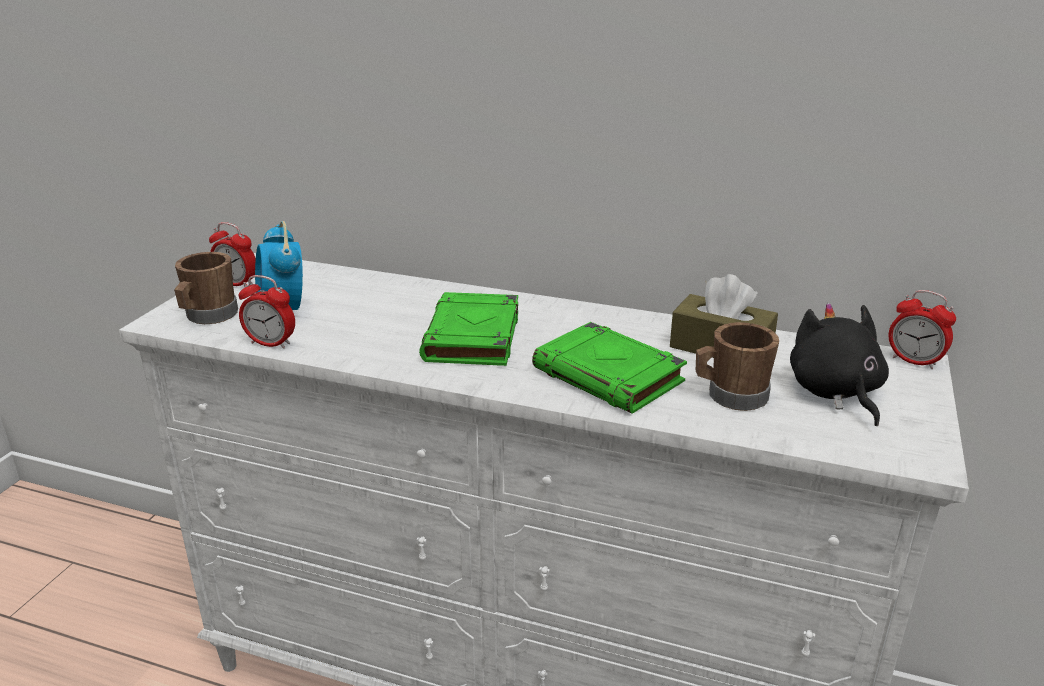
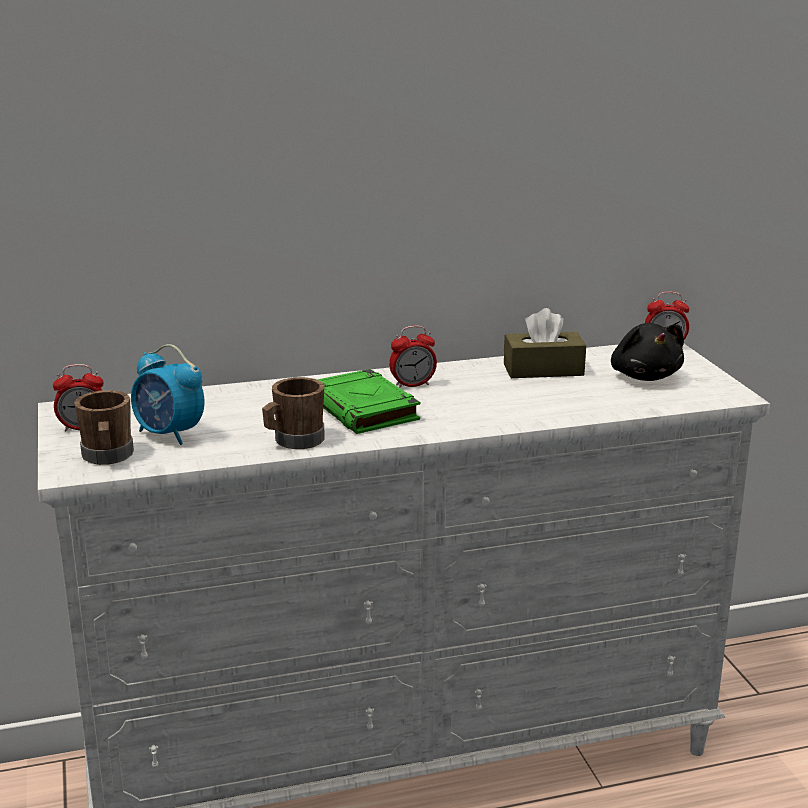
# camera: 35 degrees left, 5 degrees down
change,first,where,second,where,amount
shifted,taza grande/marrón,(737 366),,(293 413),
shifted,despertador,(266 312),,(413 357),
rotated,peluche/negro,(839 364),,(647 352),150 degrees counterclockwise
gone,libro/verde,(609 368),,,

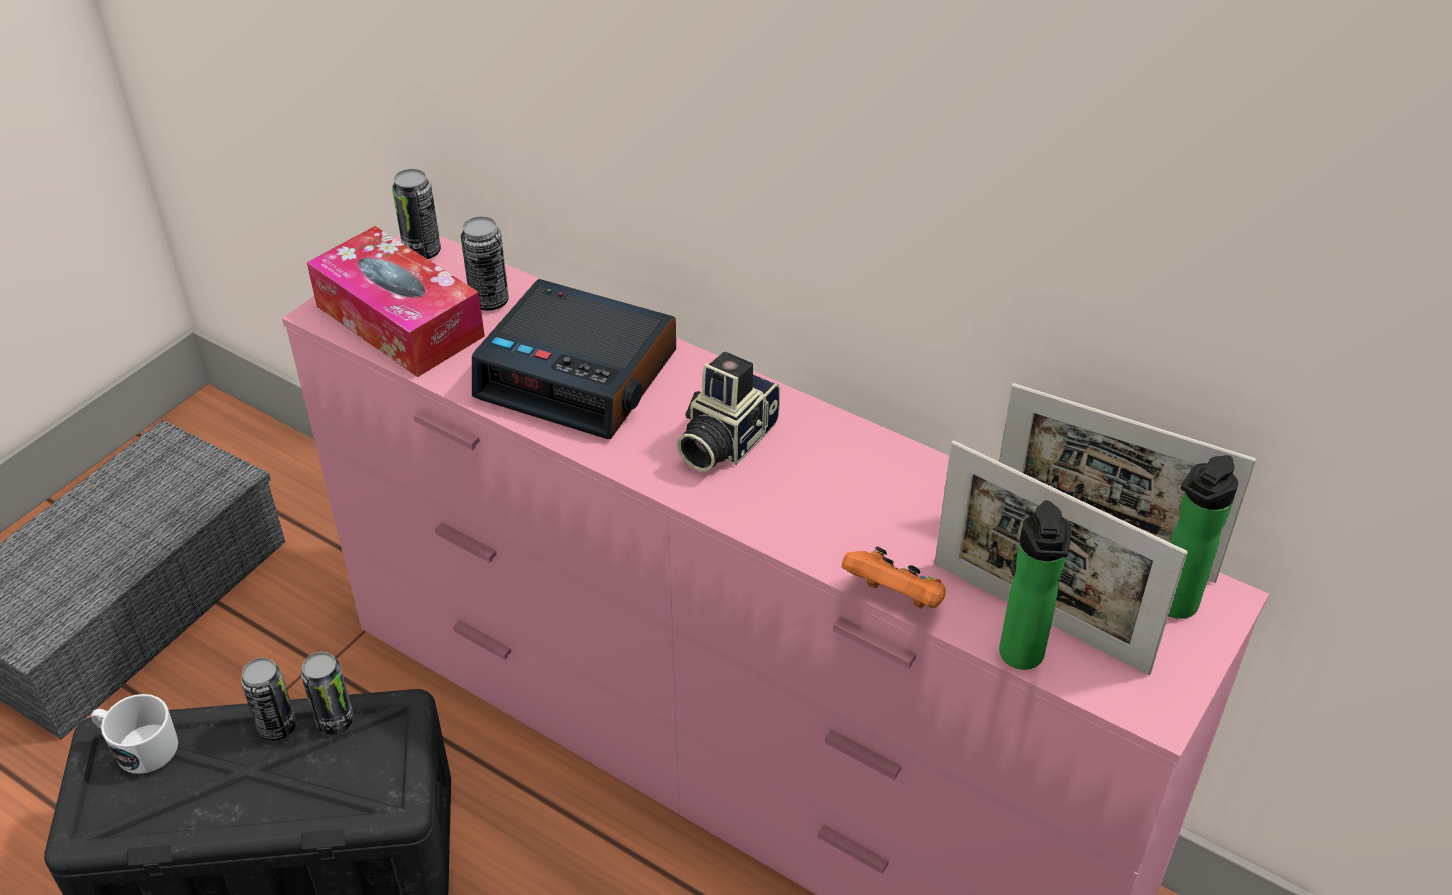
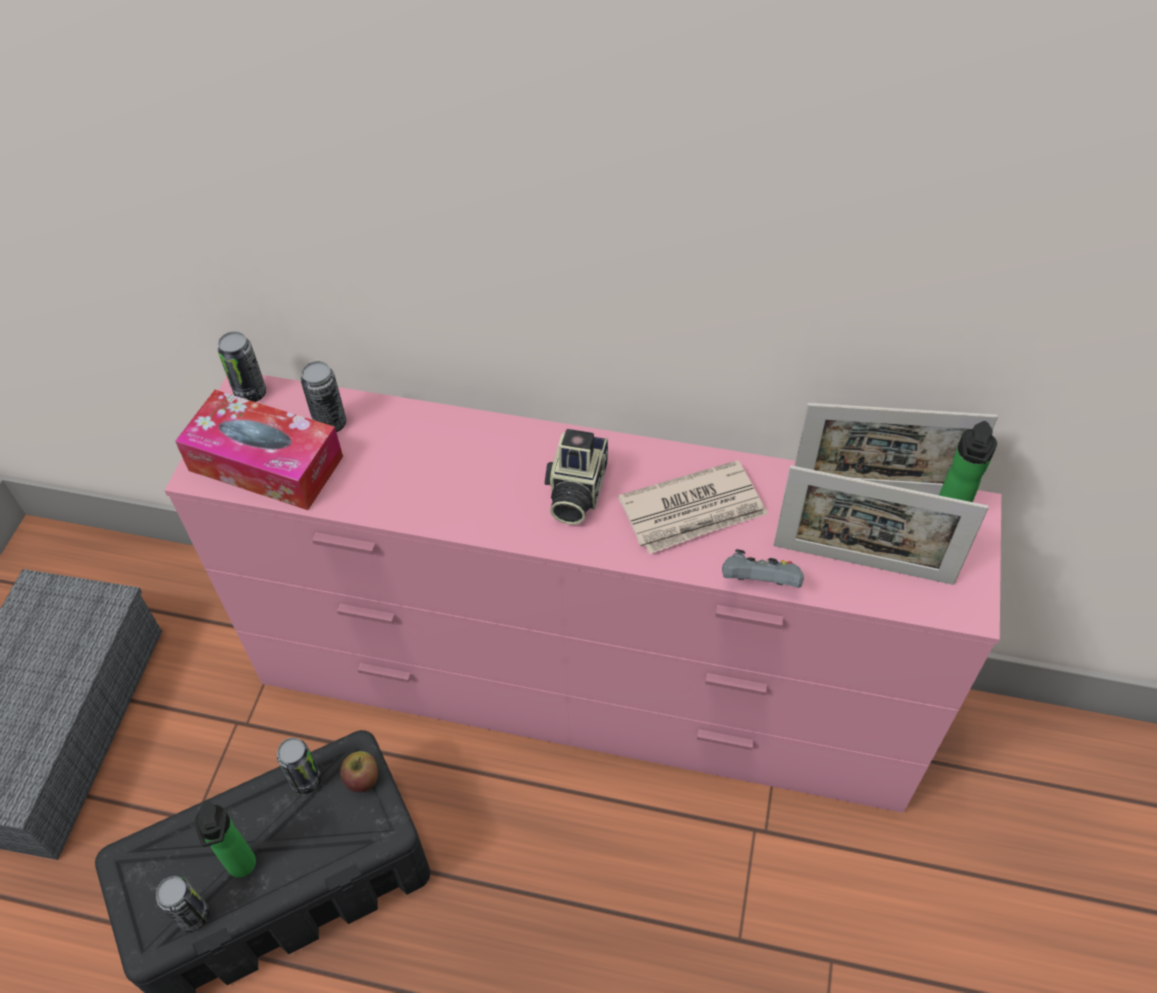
# camera: 20 degrees left, 10 degrees up
change,first,where,second,where,amount
shifted,lata,(268 699),,(182 904),
shifted,botella,(1035 585),,(225 839),
new,,,manzana,(359 772),
new,,,periódico,(693 507),
repainted,mando de consola/naranja,(894 578),mando de consola/gris,(763 568),
gone,taza grande/blanco,(134 734),,,
gone,despertador,(574 359),,,

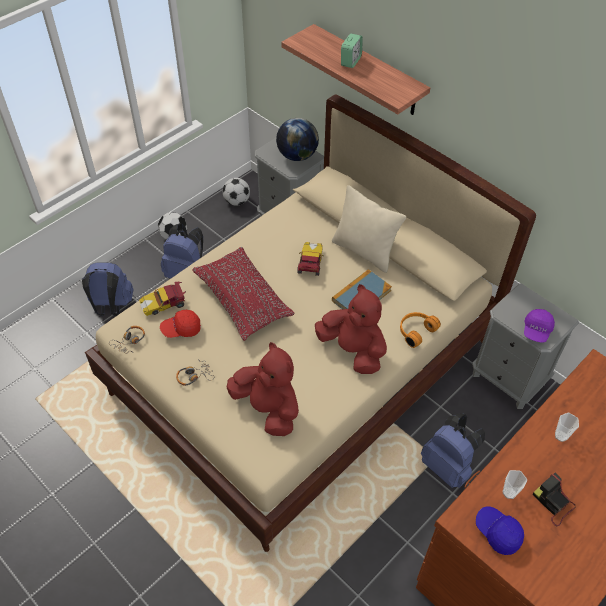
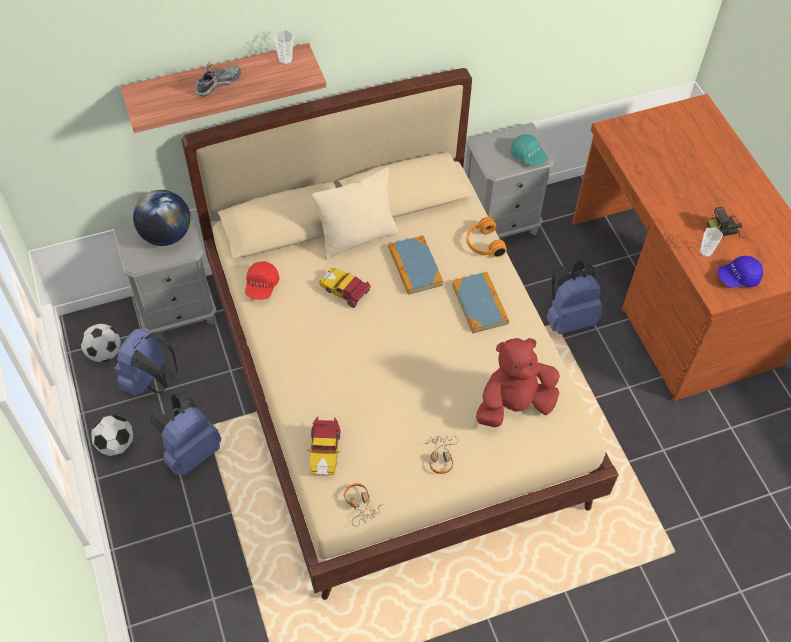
# camera: 65 degrees left, 5 degrees up
change,first,where,second,where,amount
shifted,mochila/azul,(108 289),,(146 362),
swapped,despertador,(352 51),zapato,(218 79),
shifted,gorra/rojo,(180 324),,(262 280),
shifted,taza,(567 427),,(283 47),
swapped,peluche/rojo,(351 329),libro,(480 303),
repainted,gorra/morado,(539 326),gorra/turquesa,(529 150),
gone,cojín/rojo,(243 294),,,

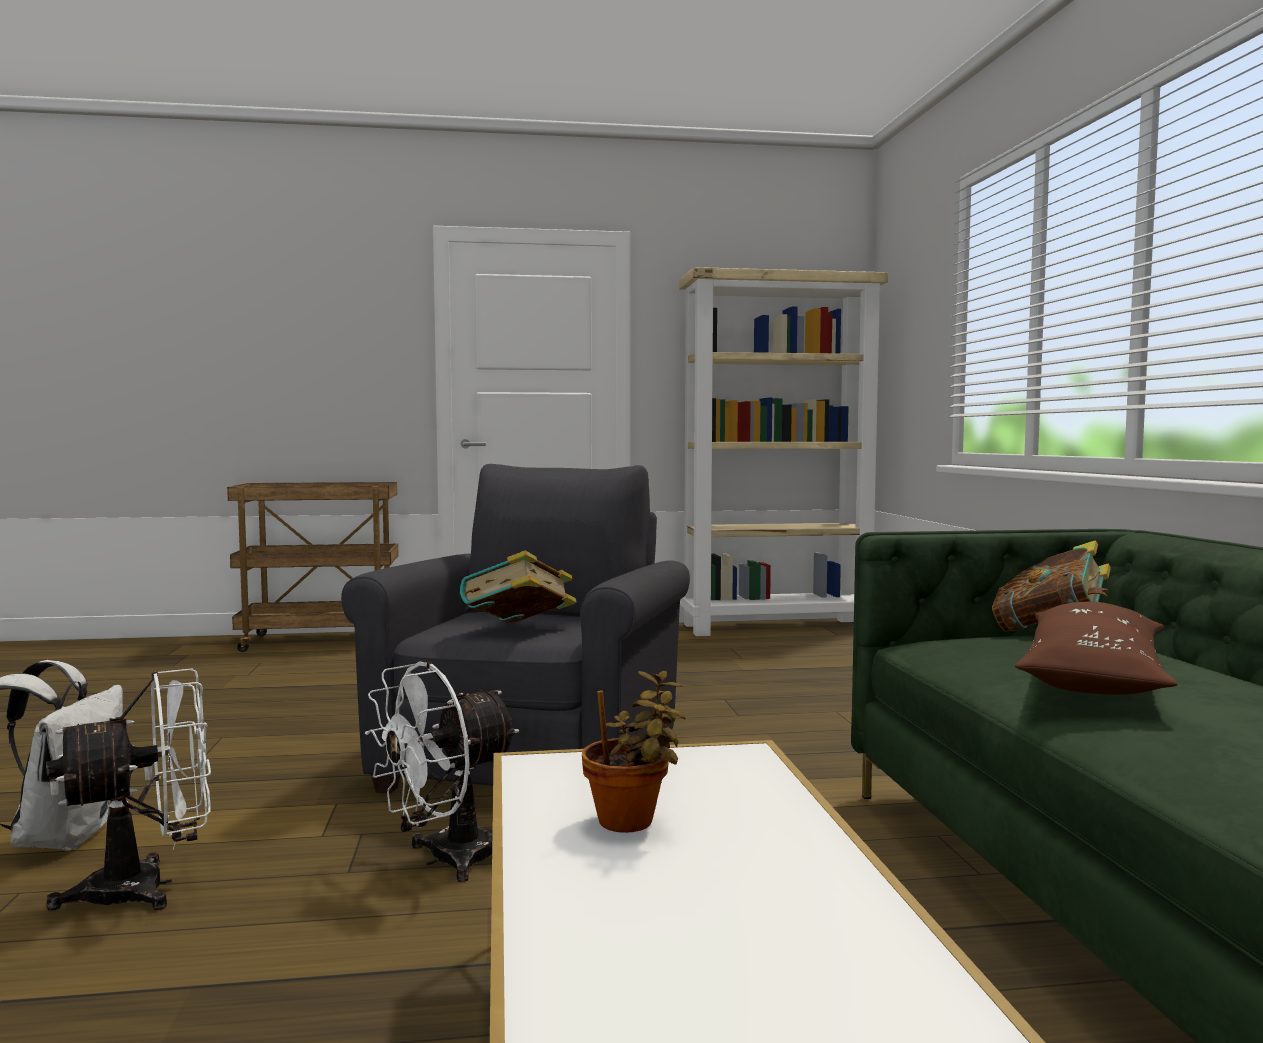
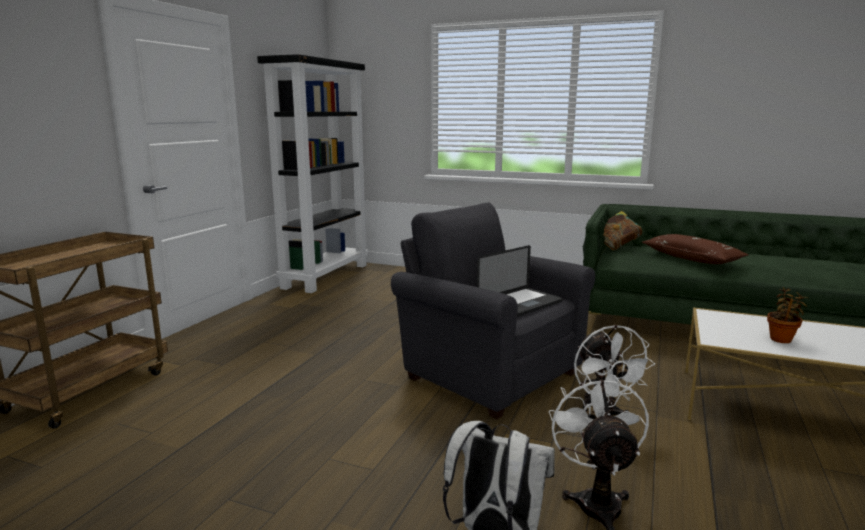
# camera: 60 degrees left, 10 degrees up
change,first,where,second,where,amount
repainted,estantería/beis,(783 451),estantería/negro,(312 173),
swapped,libro,(518 586),portátil,(520 281),

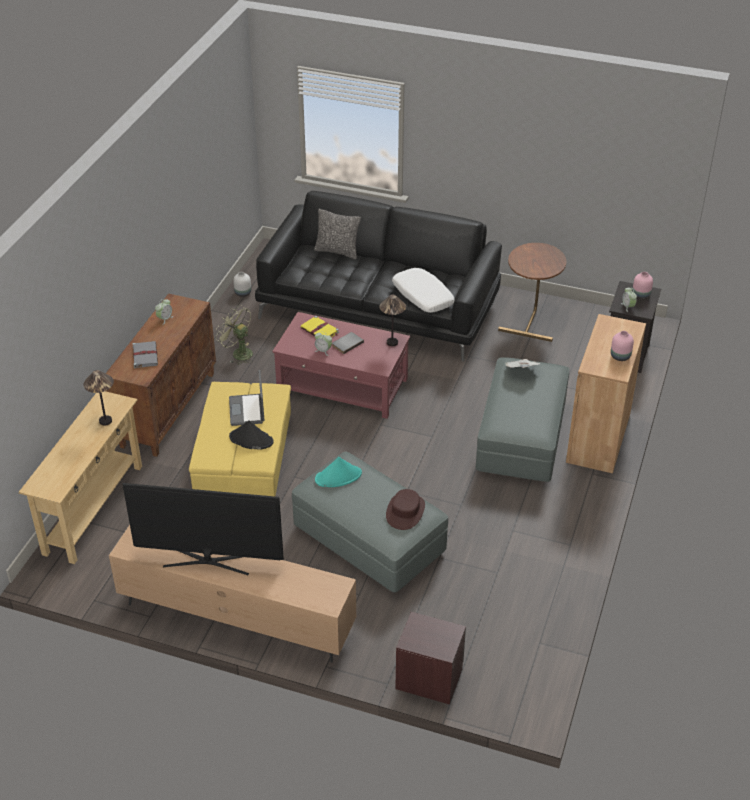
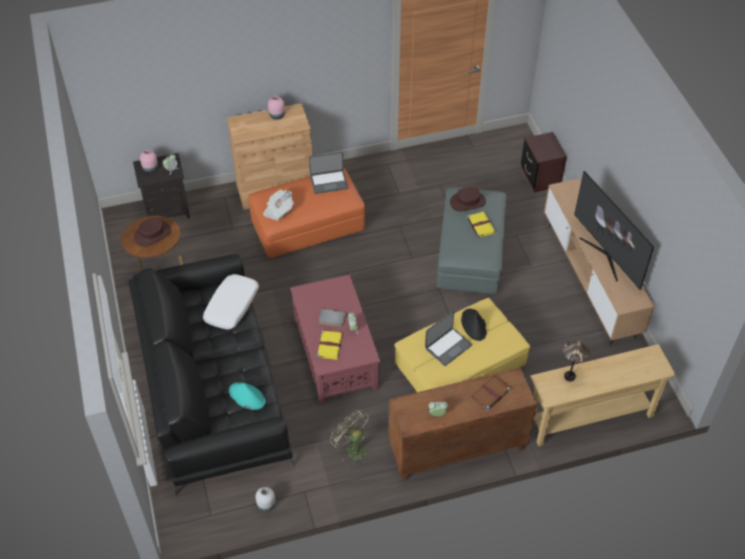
# camera: 125 degrees left, 10 degrees up
change,first,where,second,where,amount
new,,,sombrero/marrón,(152 232),
shifted,sombrero/turquesa,(338 472),,(247 396),
repainted,puf/gris,(522 419),puf/naranja,(306 213),
new,,,portátil,(328 173),
rotated,ventilador/verde,(234 335),,(349 438),135 degrees clockwise
new,,,libro/amarillo,(481 225),
repainted,libro/gris,(145 354),libro/marrón,(490 393),
gone,cojín,(337 234),,,
gone,lámpara de mesa,(392 320),,,

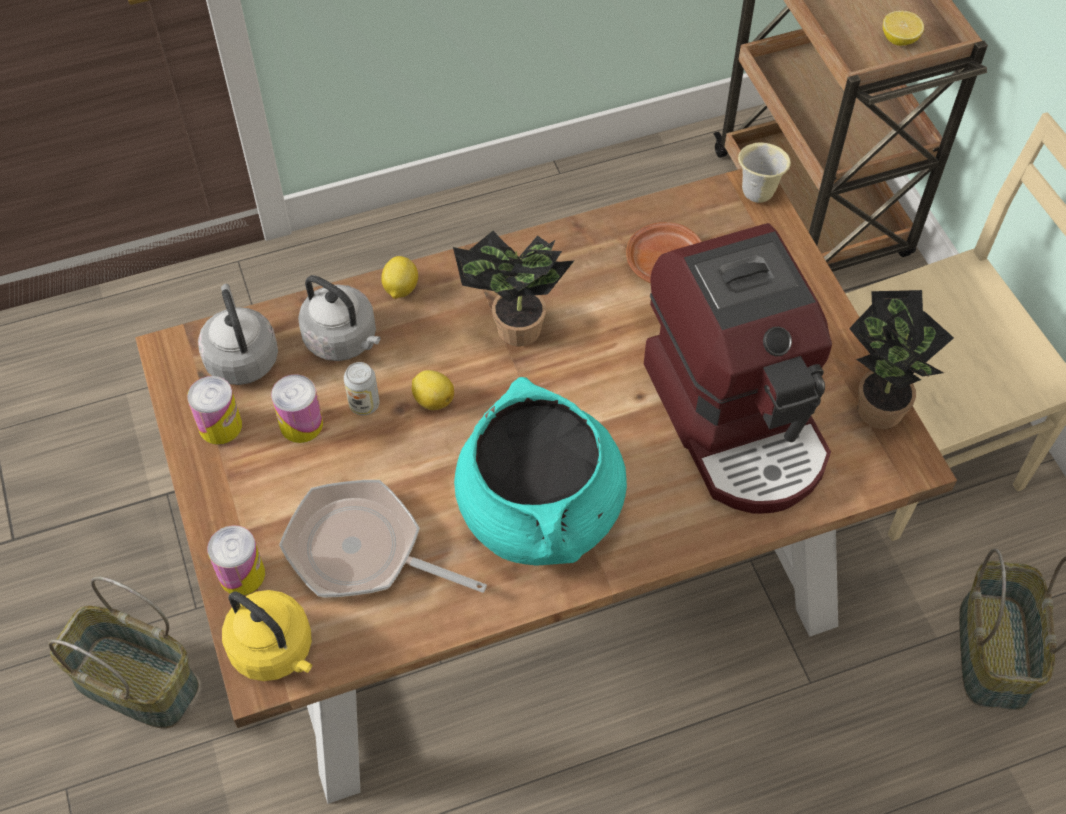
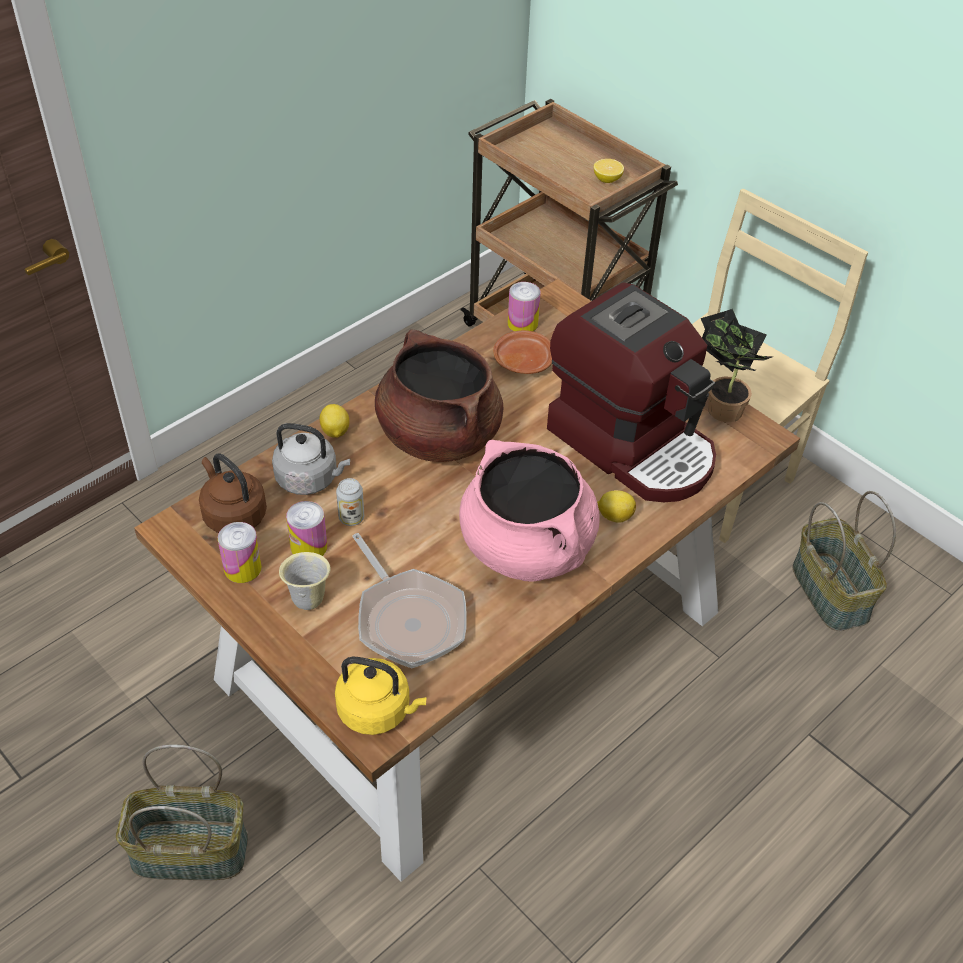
# camera: 25 degrees left, 10 degrees down
change,first,where,second,where,amount
repainted,hervidor/gris,(238 334),hervidor/marrón,(233 493),
shifted,taza grande/beis,(764 172),,(305 581),
rotated,sartén,(383 539),,(409 600),120 degrees counterclockwise
swapped,planta en maceta,(514 288),olla/marrón,(439 395),
repainted,olla/turquesa,(540 471),olla/rosa,(529 511),
shifted,lata,(236 560),,(524 306),
shifted,limón,(433 390),,(616 506),

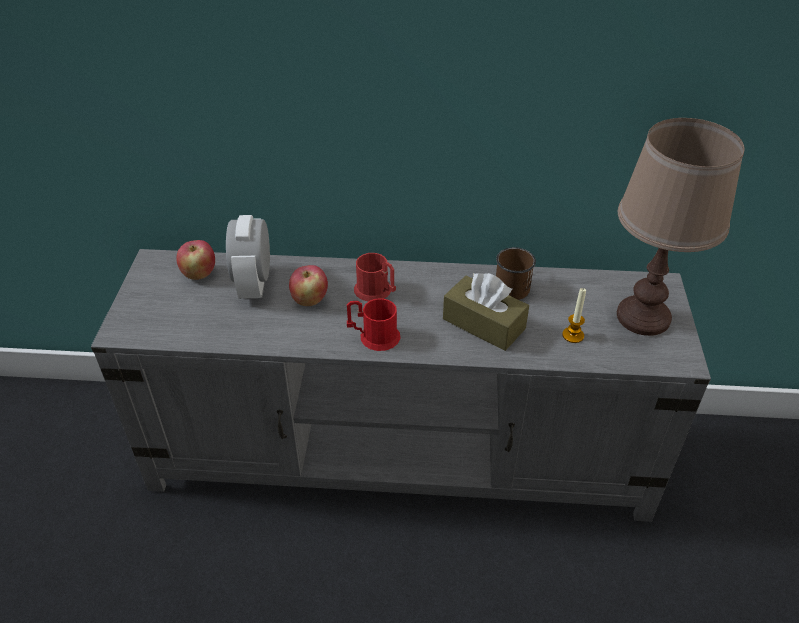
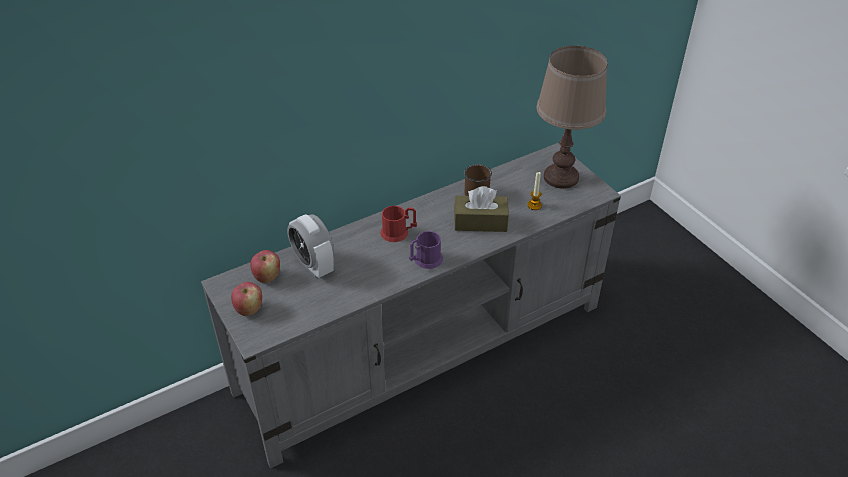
# camera: 35 degrees left, 0 degrees up
change,first,where,second,where,amount
shifted,manzana,(308 285),,(246 299),
repainted,taza grande/rojo,(373 324),taza grande/morado,(426 250),

